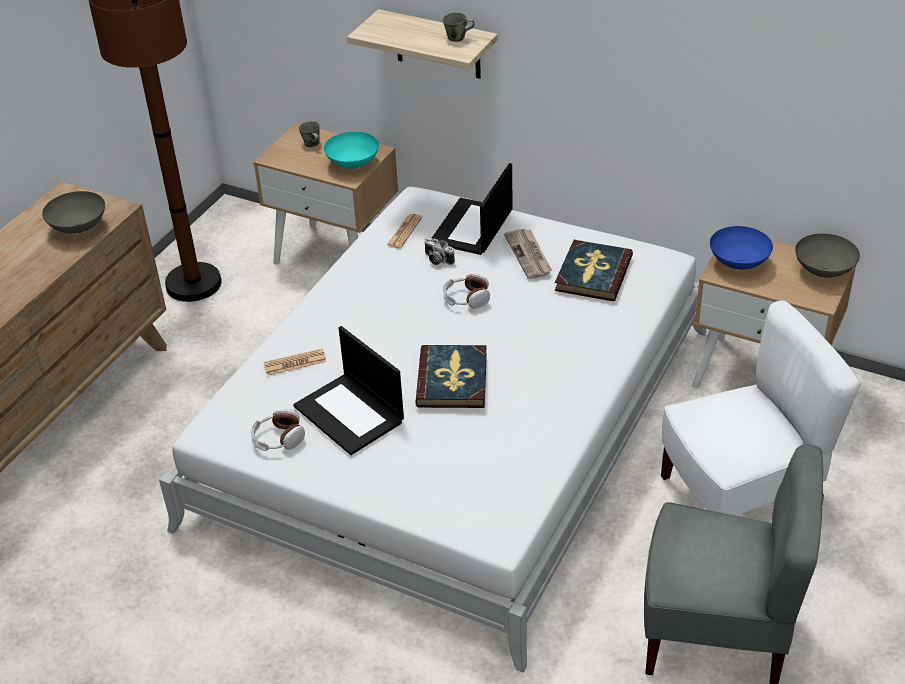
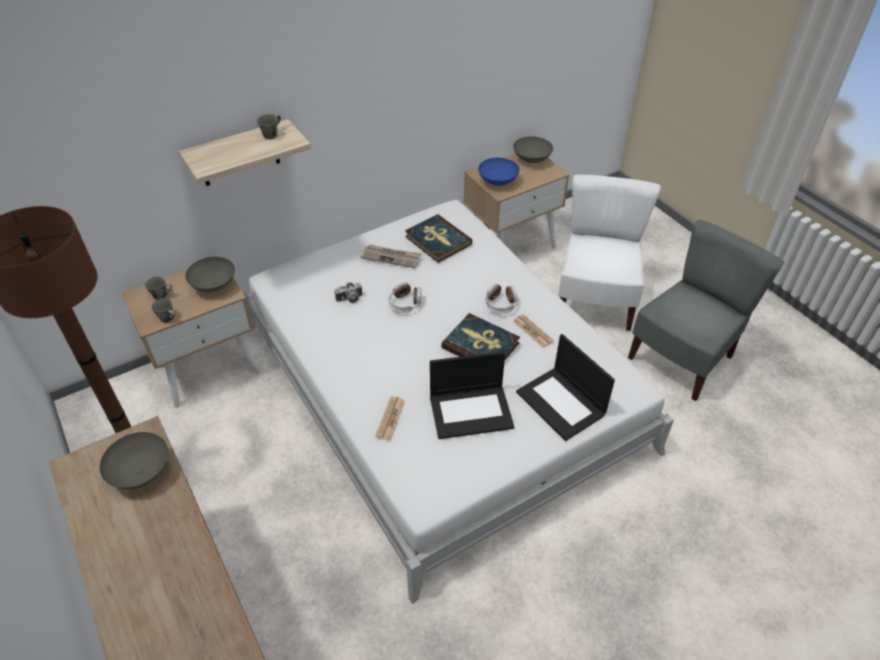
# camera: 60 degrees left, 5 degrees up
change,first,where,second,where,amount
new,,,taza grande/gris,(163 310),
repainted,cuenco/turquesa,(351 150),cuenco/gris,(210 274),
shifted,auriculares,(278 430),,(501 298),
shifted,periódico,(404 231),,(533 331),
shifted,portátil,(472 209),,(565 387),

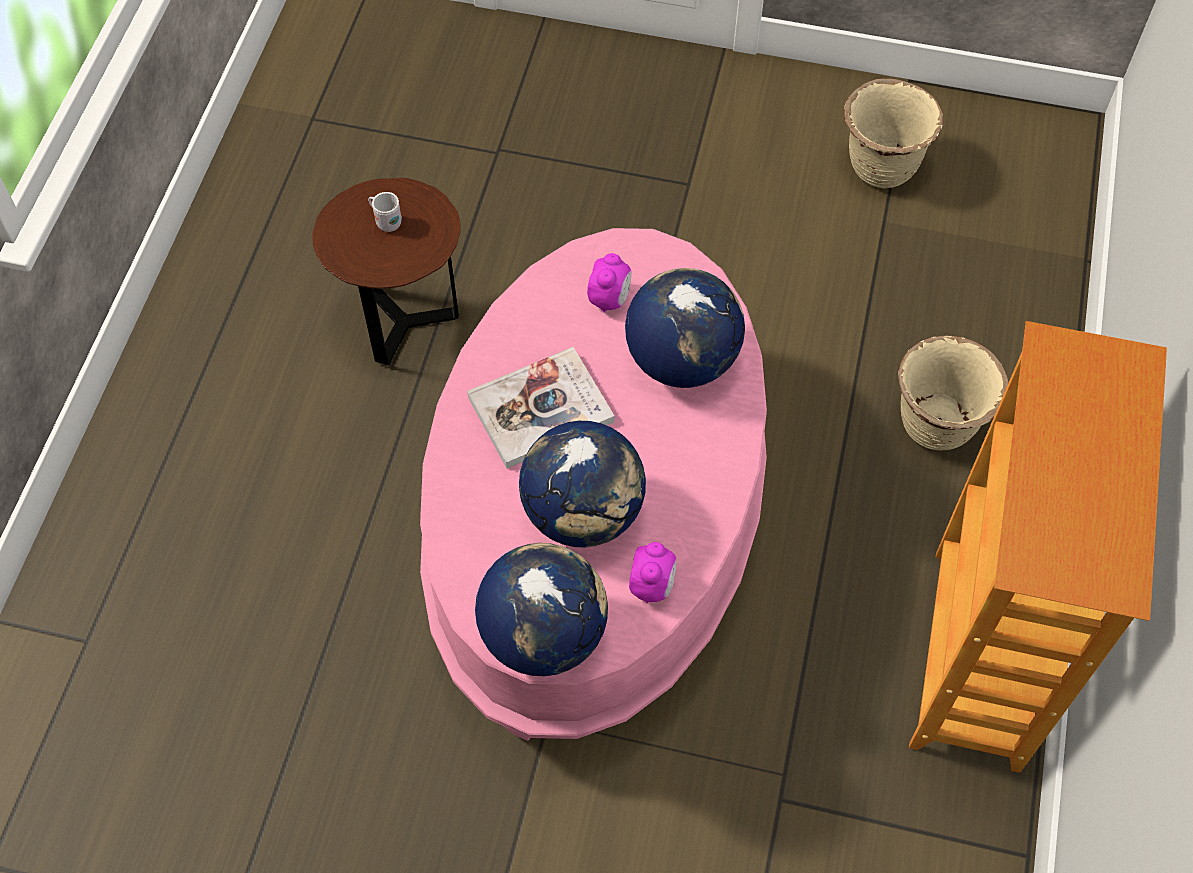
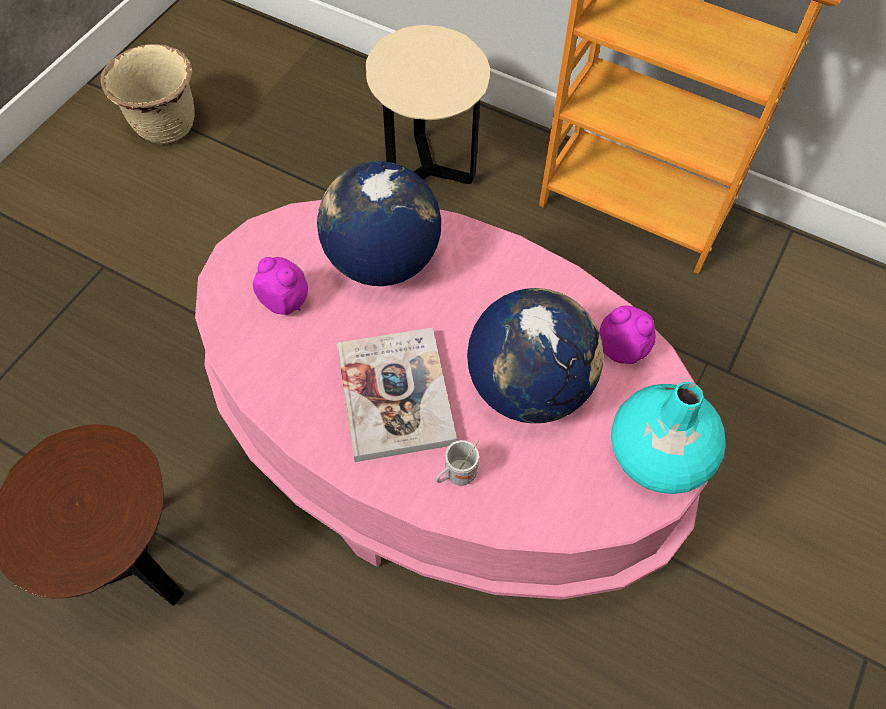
# camera: 75 degrees left, 0 degrees up
change,first,where,second,where,amount
swapped,maceta/beis,(953 392),mesa auxiliar/beis,(428 104),
shifted,taza grande/blanco,(385 212),,(457 463),
swapped,globo terráqueo,(541 609),florero/turquesa,(668 438),

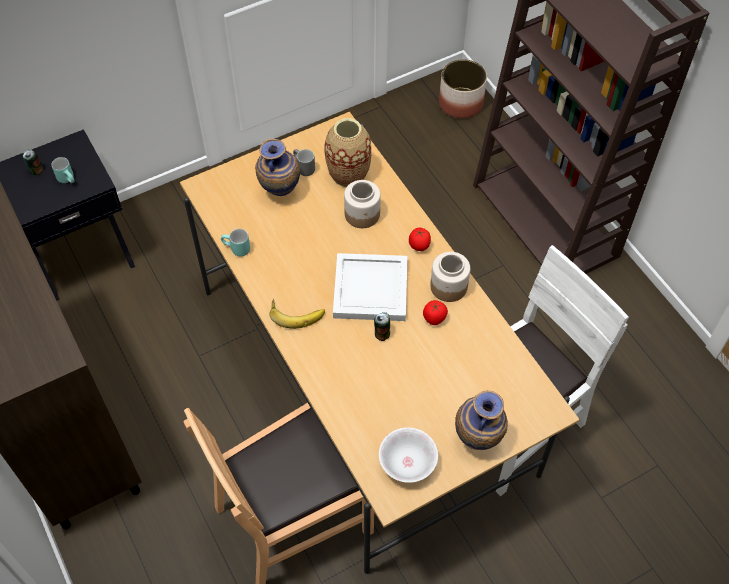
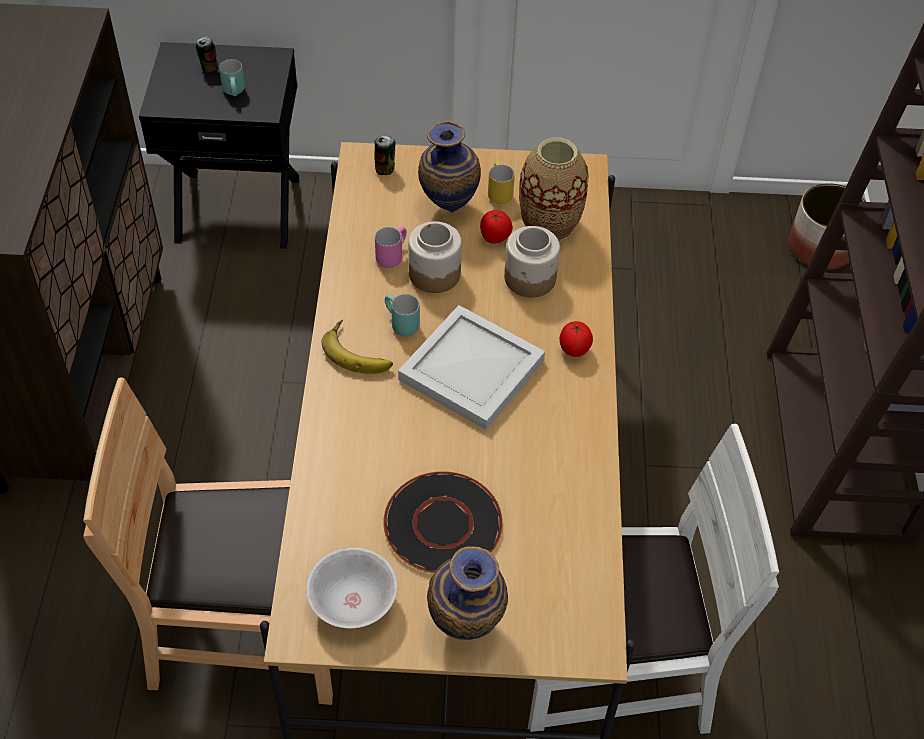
# camera: 30 degrees right, 5 degrees down
change,first,where,second,where,amount
shifted,lata,(382 326),,(384 155),
new,,,taza grande/rosa,(391 247),
new,,,plato/negro,(443 522),
shifted,taza grande/turquesa,(235 243),,(402 315),
shifted,tarro,(450 277),,(435 257),
shifted,tomate,(435 312),,(496 227),
repainted,taza grande/gris,(304 162),taza grande/amarillo,(501 183),

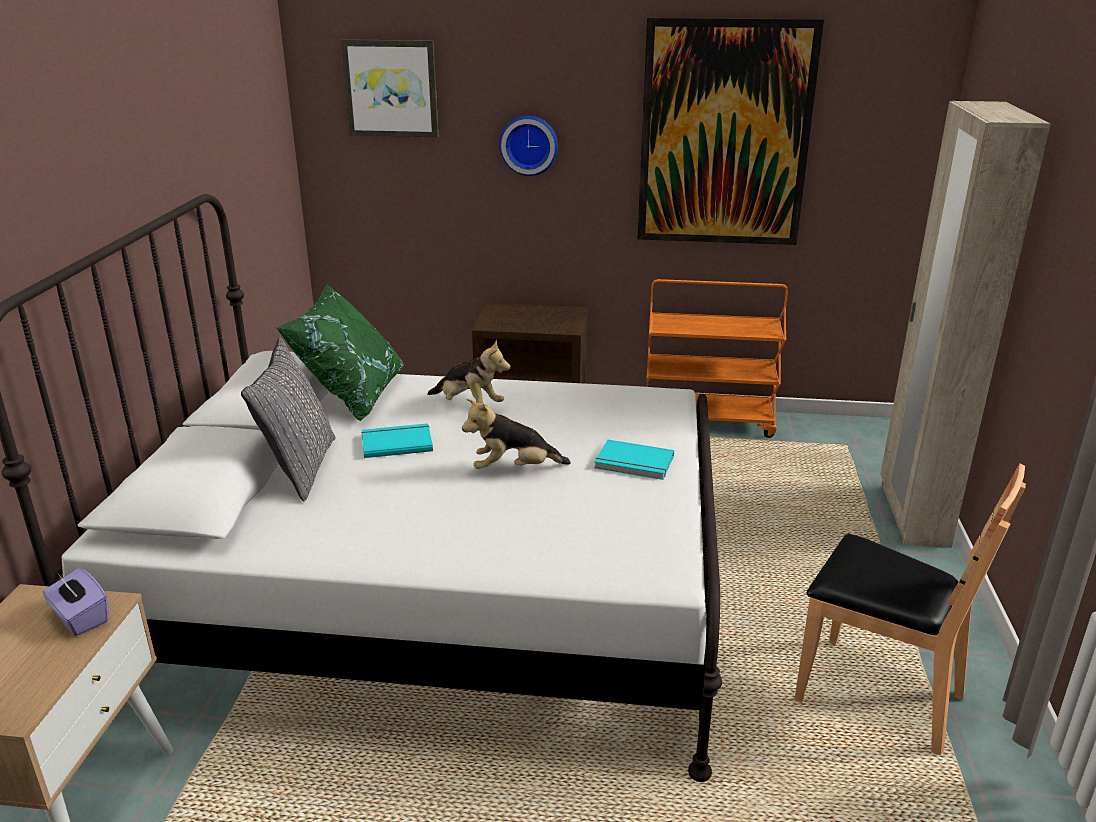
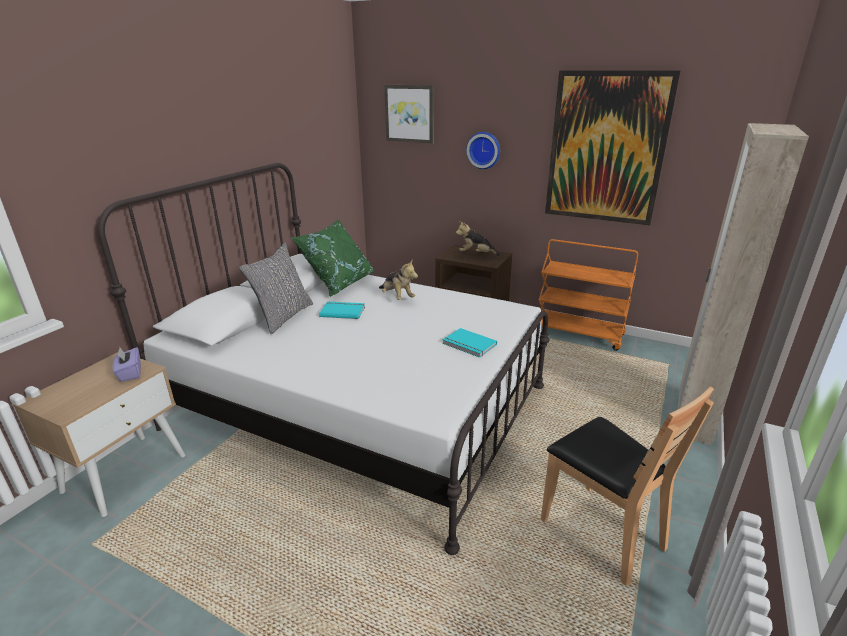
# camera: 20 degrees right, 0 degrees up
change,first,where,second,where,amount
shifted,peluche,(516 434),,(478 238),

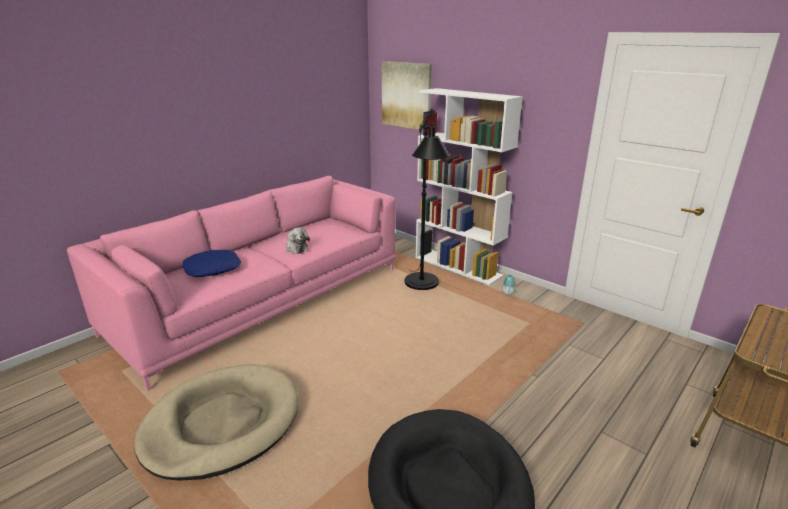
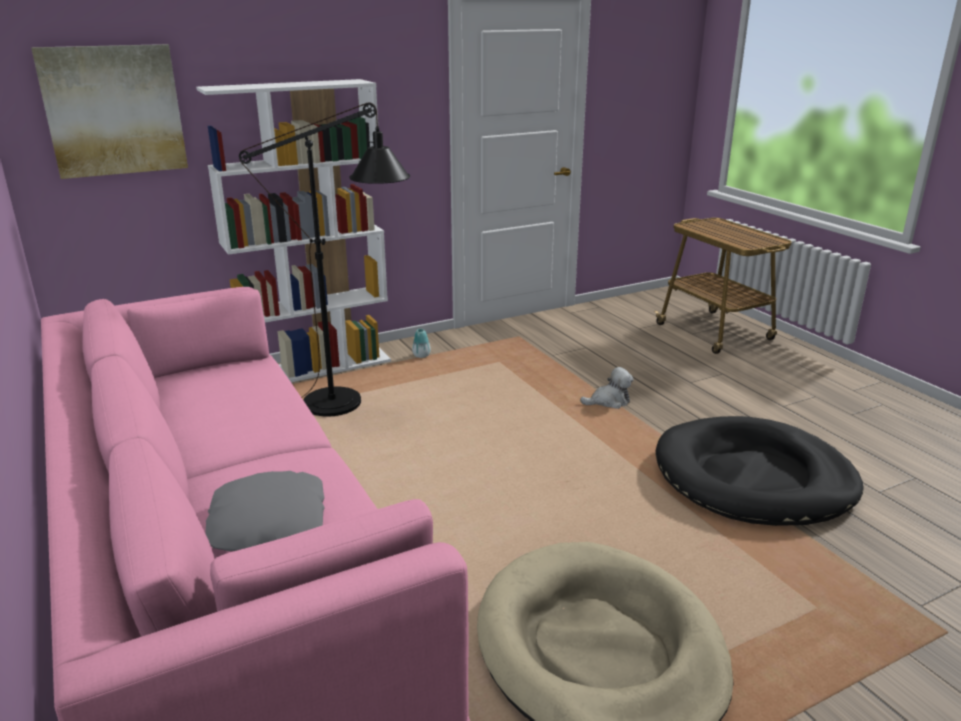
# camera: 70 degrees left, 0 degrees up
change,first,where,second,where,amount
repainted,cojín/azul,(211 263),cojín/gris,(265 511),
shifted,peluche,(298 240),,(607 388),

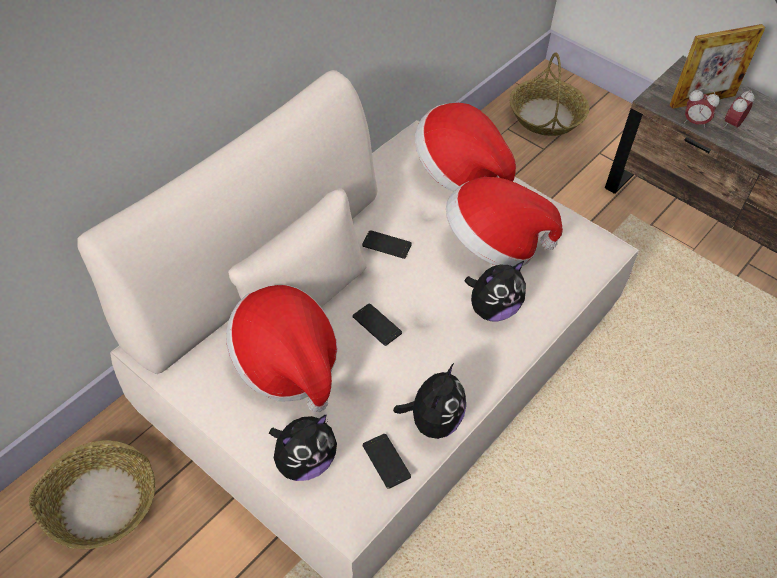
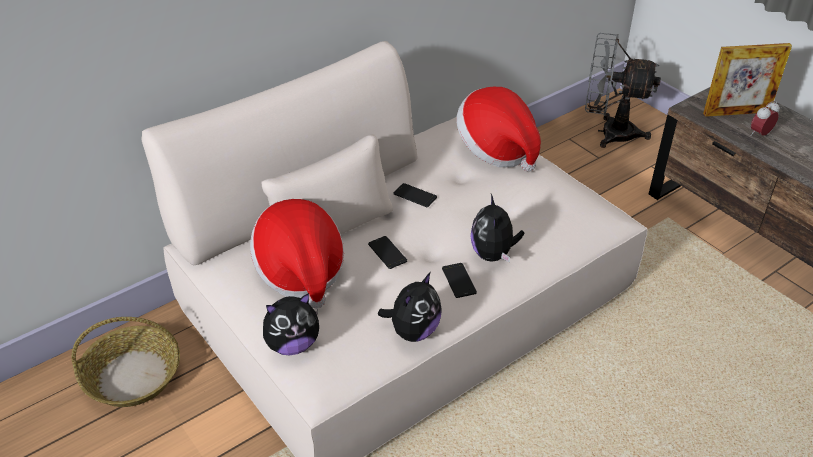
# camera: 15 degrees right, 10 degrees down
change,first,where,second,where,amount
shifted,móvil,(387 461),,(459 280),
rotated,peluche,(495 291),,(497 228),105 degrees clockwise
swapped,cesta,(549 94),ventilador/gris,(623 90),
gone,sombrero,(504 221),,,
gone,despertador,(702 108),,,

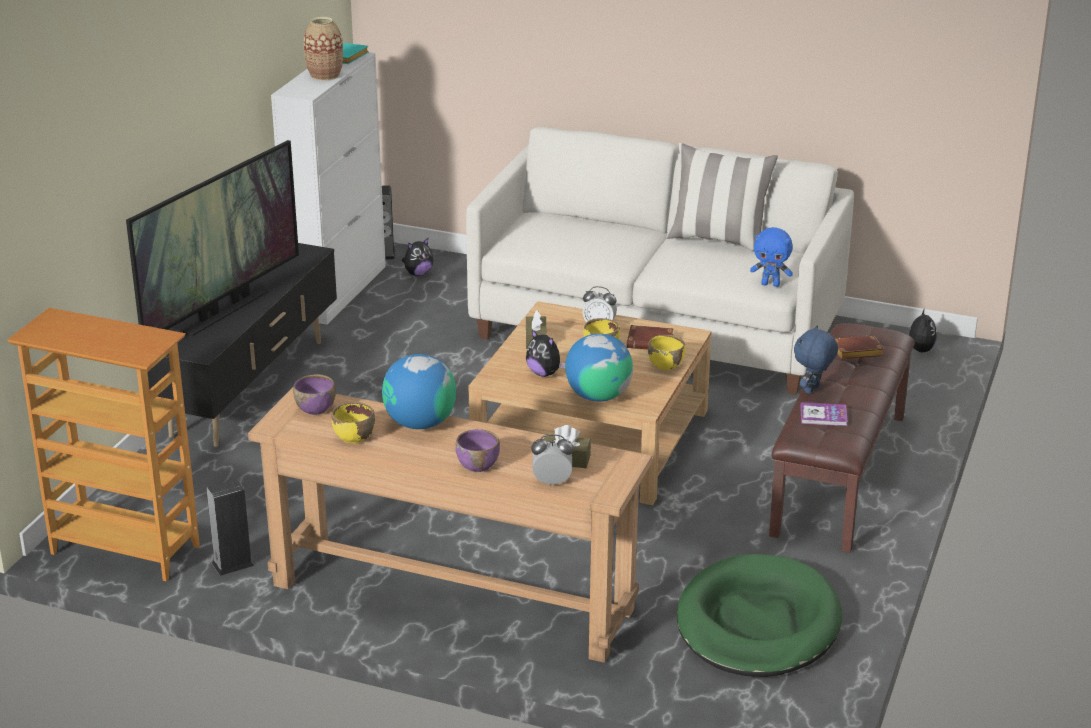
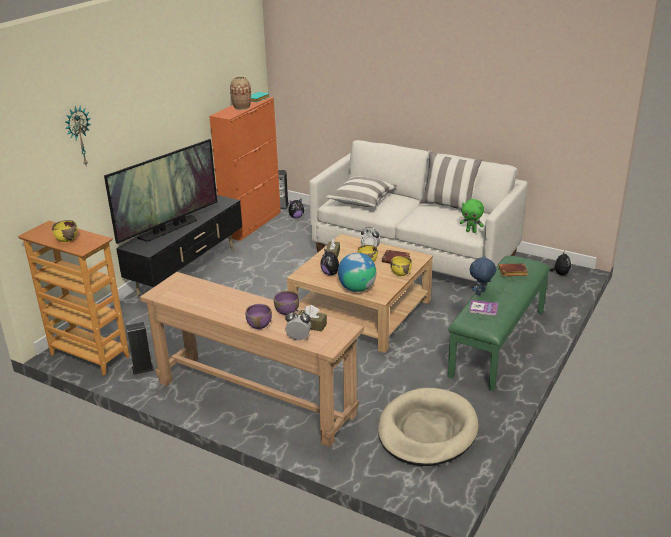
# camera: 10 degrees right, 0 degrees up
change,first,where,second,where,amount
shifted,cuenco/amarillo,(353 422),,(65 231),
new,,,reloj de pared,(78 136),
repainted,armario/blanco,(328 188),armario/naranja,(245 169),
shifted,cuenco/morado,(314 394),,(286 303),
new,,,cojín,(361 191),
repainted,cama para perro/verde,(759 615),cama para perro/beis,(428 427),
repainted,banco/marrón,(842 438),banco/verde,(499 323),
repainted,peluche/azul,(771 257),peluche/verde,(472 216),
gone,globo terráqueo,(419 391),,,

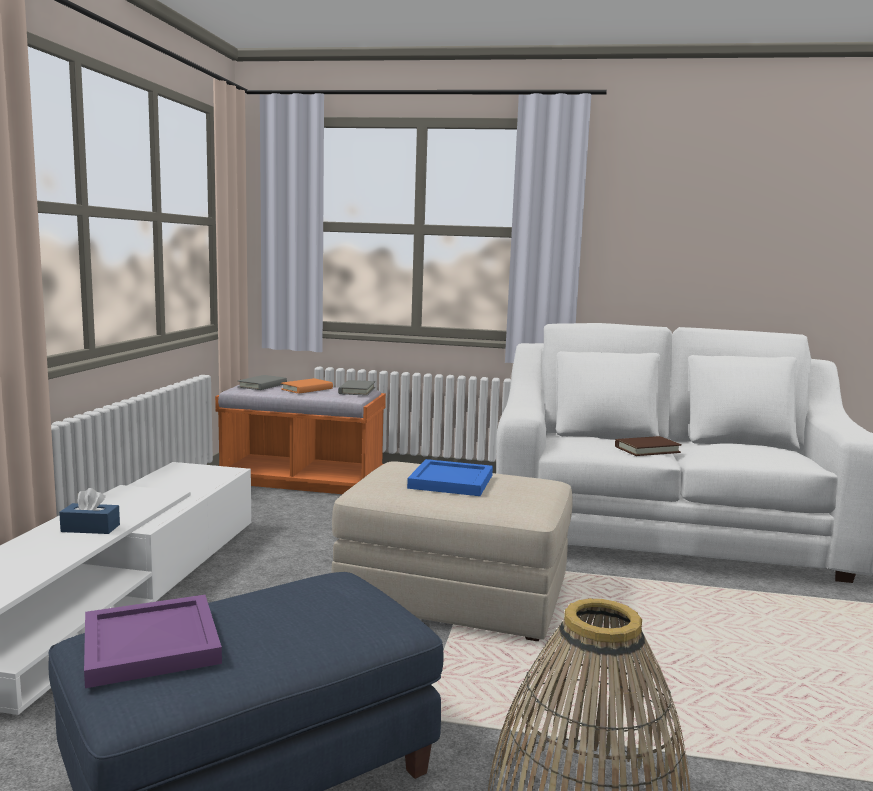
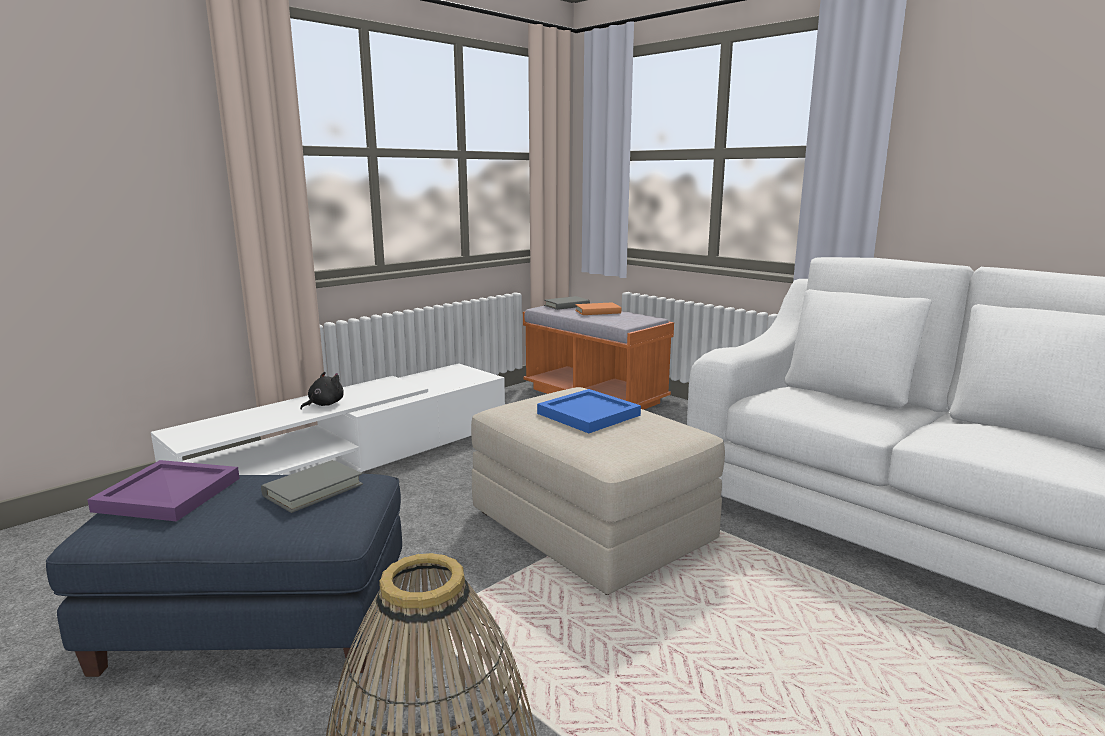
# camera: 35 degrees right, 5 degrees up
change,first,where,second,where,amount
shifted,libro/gris,(356 388),,(312 486),
swapped,caja de pañuelos/azul,(89 511),peluche/negro,(322 391),
gone,libro/marrón,(648 446),,,

